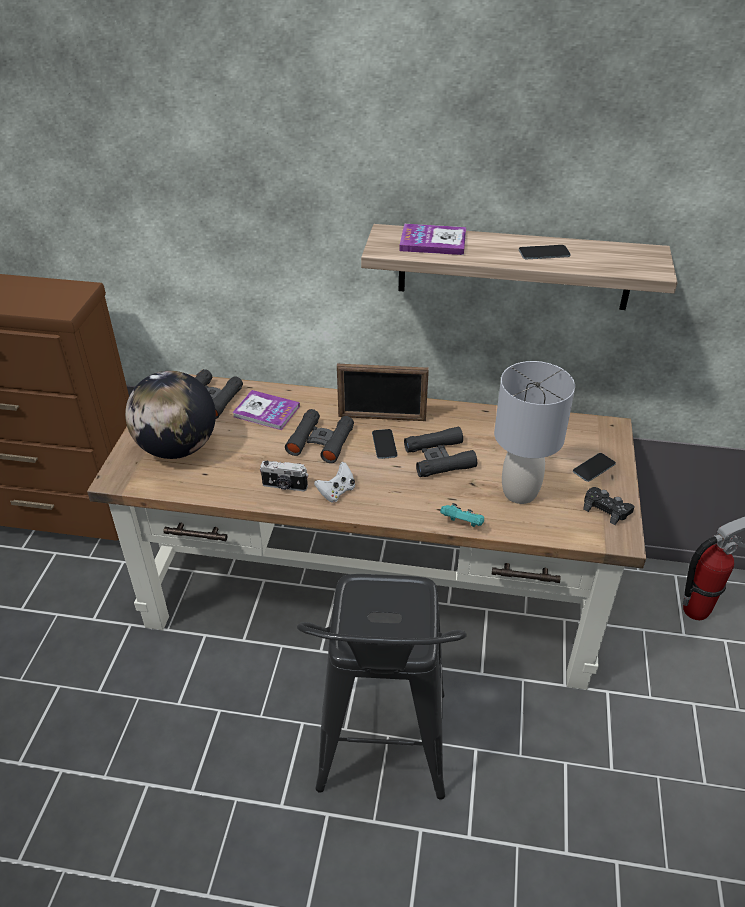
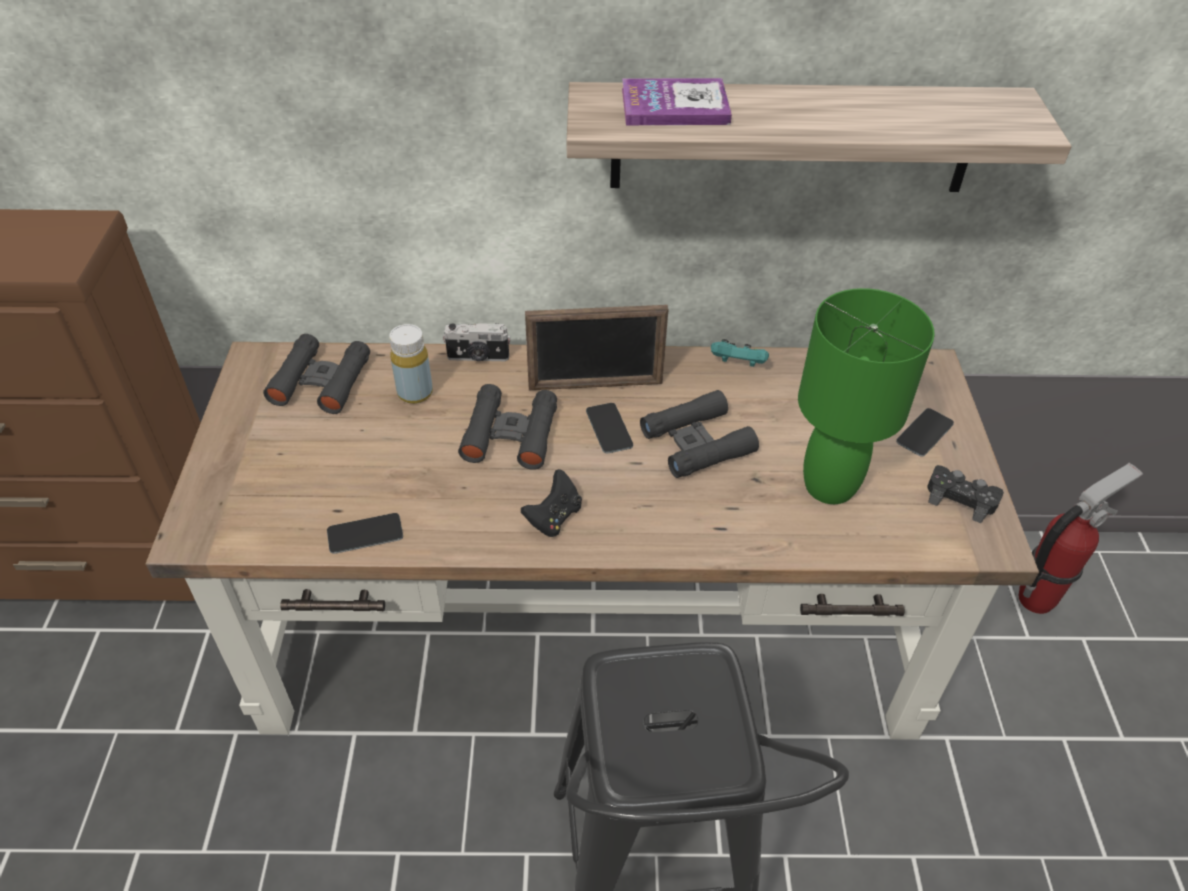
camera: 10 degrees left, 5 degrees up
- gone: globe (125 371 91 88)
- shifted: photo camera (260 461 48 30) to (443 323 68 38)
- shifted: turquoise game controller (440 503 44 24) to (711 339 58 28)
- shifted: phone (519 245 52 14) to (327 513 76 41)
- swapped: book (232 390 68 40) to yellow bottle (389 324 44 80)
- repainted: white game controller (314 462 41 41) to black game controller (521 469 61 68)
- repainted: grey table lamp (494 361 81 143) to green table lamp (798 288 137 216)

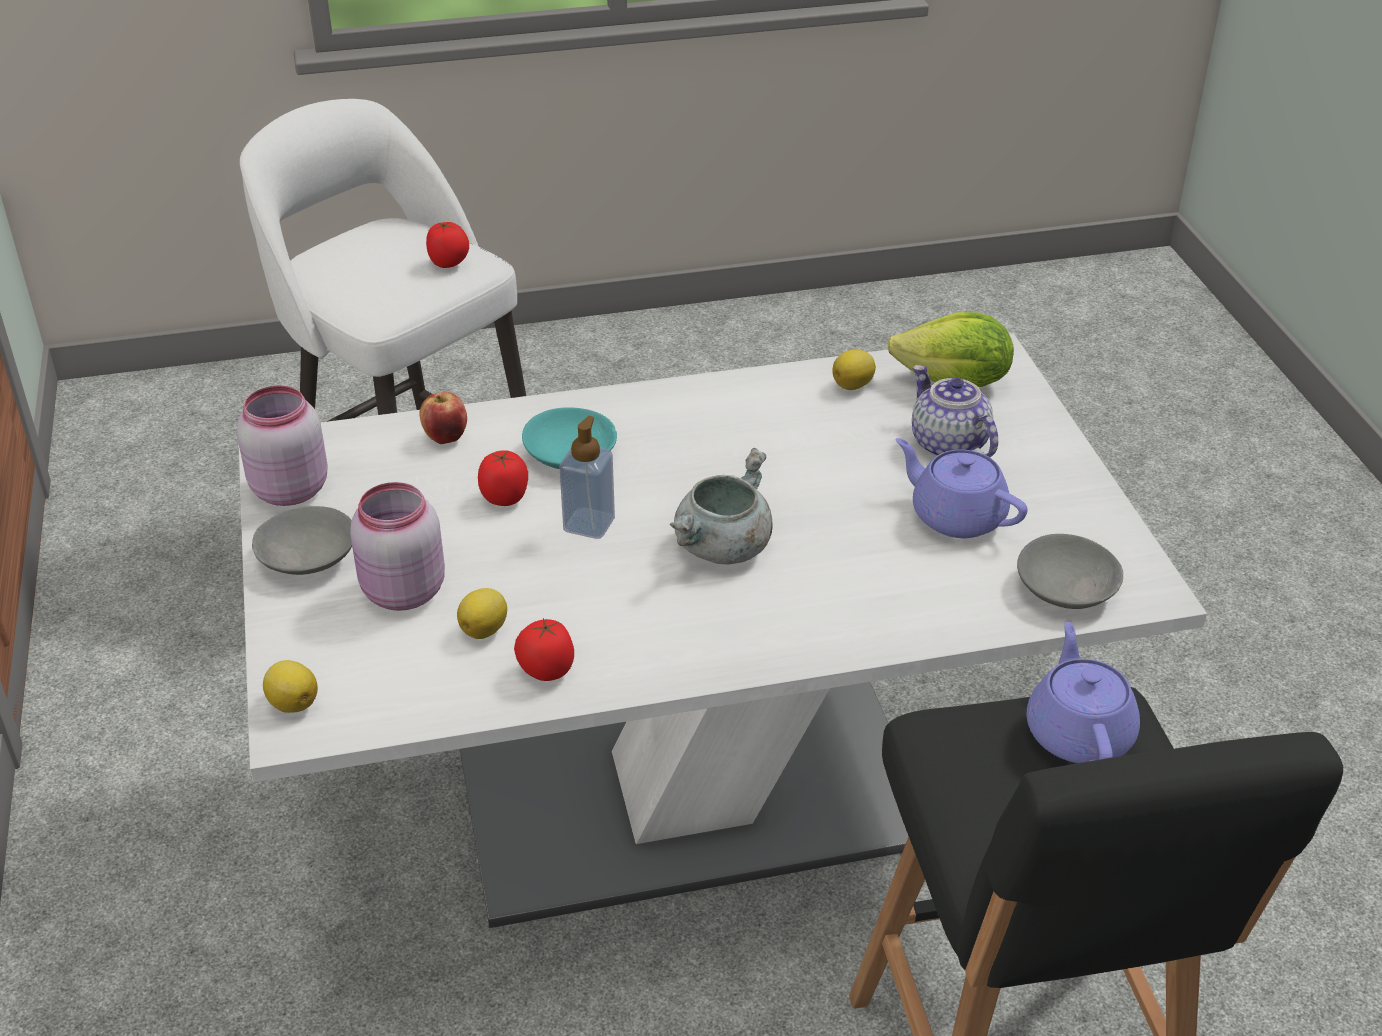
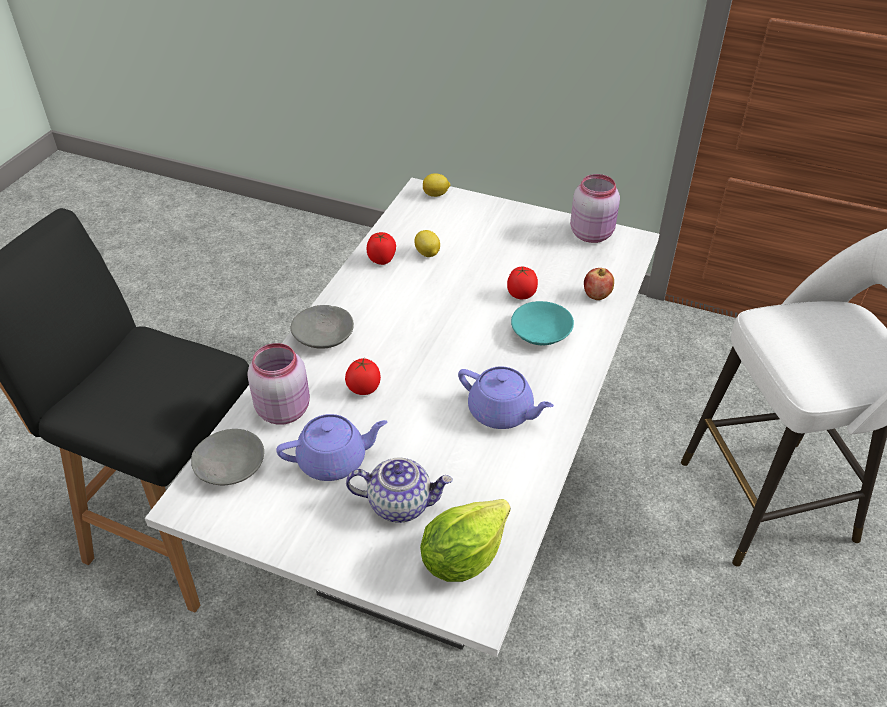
camera: 125 degrees right, 5 degrees up
- gone: soap dispenser (560 416 55 123)
- gone: grey cooking pot (670 448 103 117)
- gone: lemon (832 350 44 40)
- shifted: grey bowl (252 506 100 69) to (291 305 63 43)
- shifted: pink jar (350 482 95 129) to (247 343 63 82)
- shifted: tomato (426 222 43 46) to (345 358 36 37)
- shifted: purple teapot (1027 622 113 141) to (458 366 96 63)

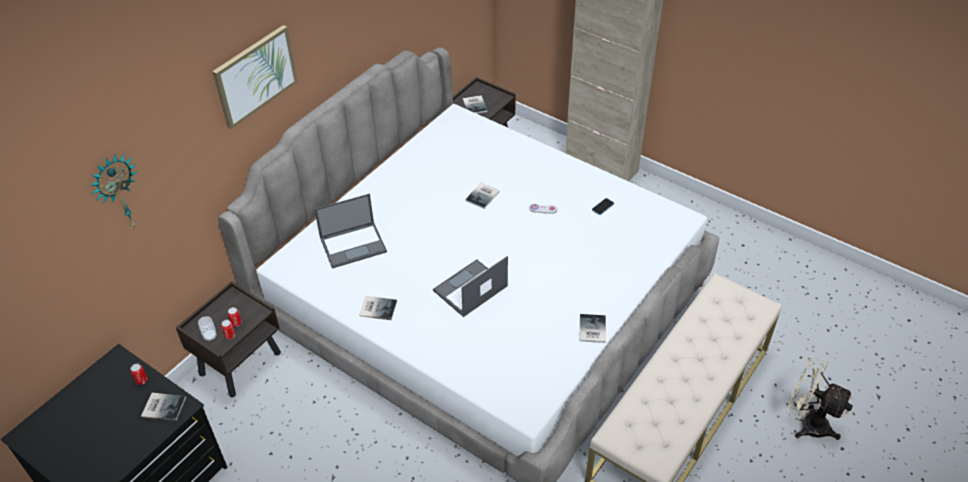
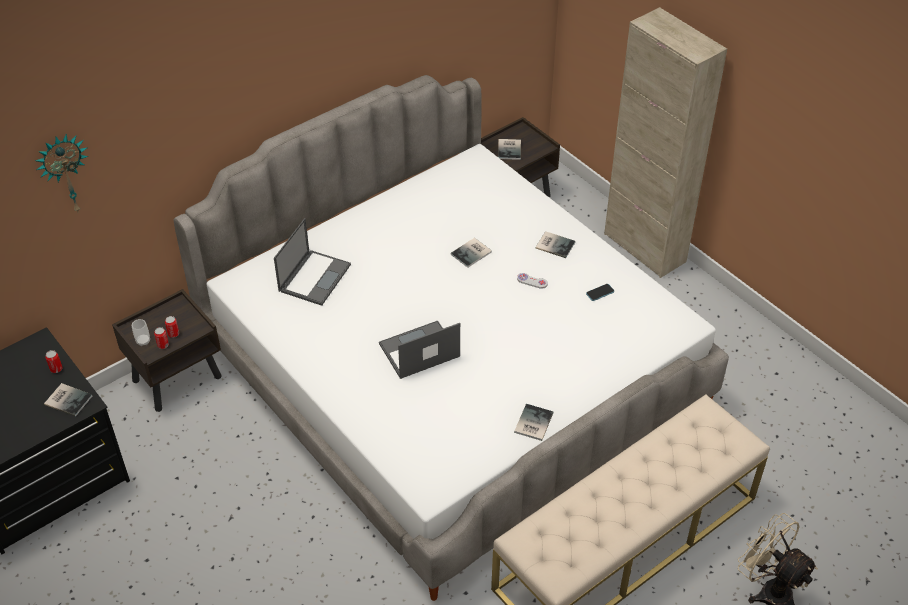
camera: 15 degrees right, 0 degrees up
- gone: picture (212 25 86 104)
- shifted: book (359 296 38 24) to (536 231 39 27)
- rotated: laptop (314 194 73 75) = (274 218 77 88) 60 degrees counterclockwise

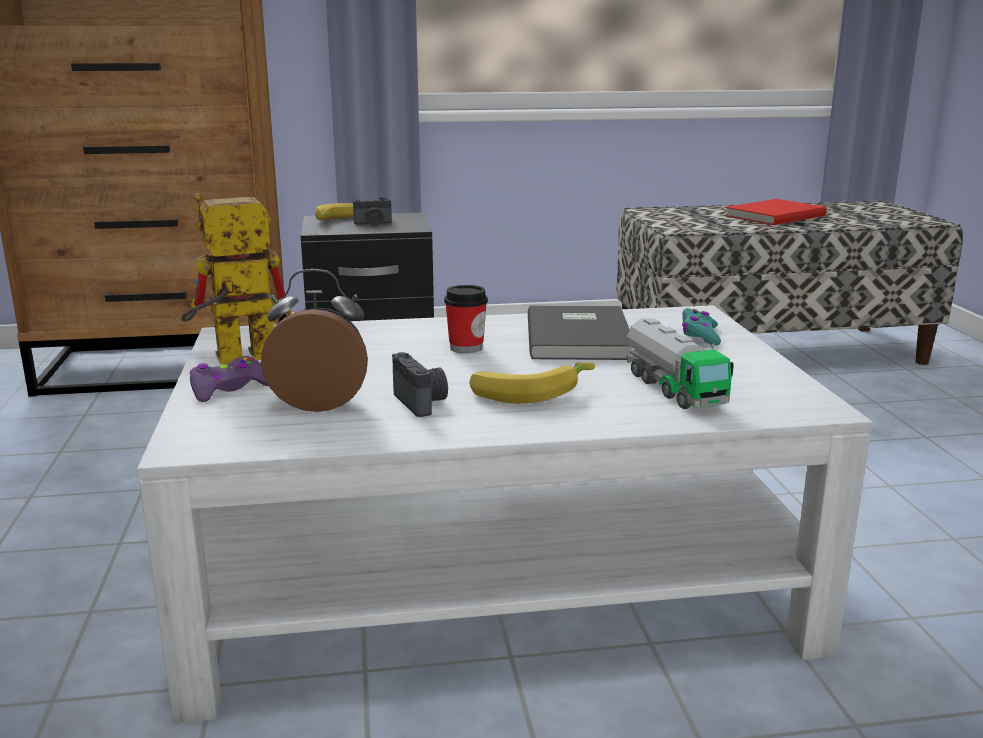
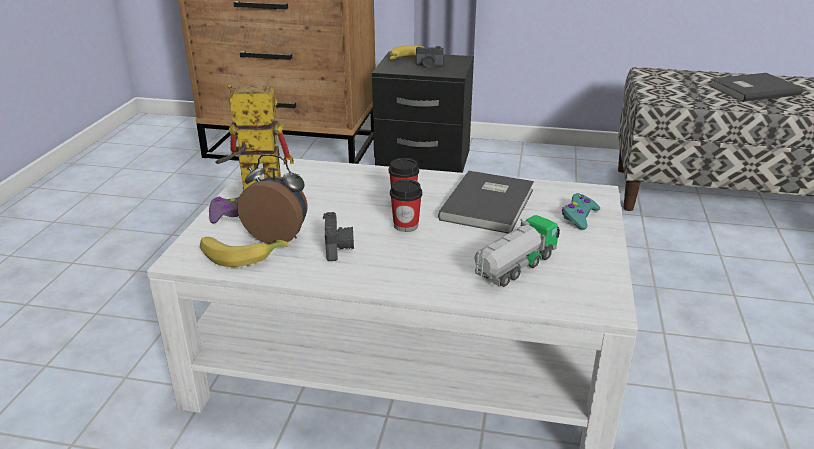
camera: 20 degrees right, 10 degrees up
- new: cup (390 179 32 53)
- shifted: banana (469 362 126 42) to (200 237 89 30)
- repainted: red book (724 199 103 26) to grey book (709 73 94 29)
- rotated: toy truck (627 318 107 91) = (474 215 86 72) 135 degrees counterclockwise

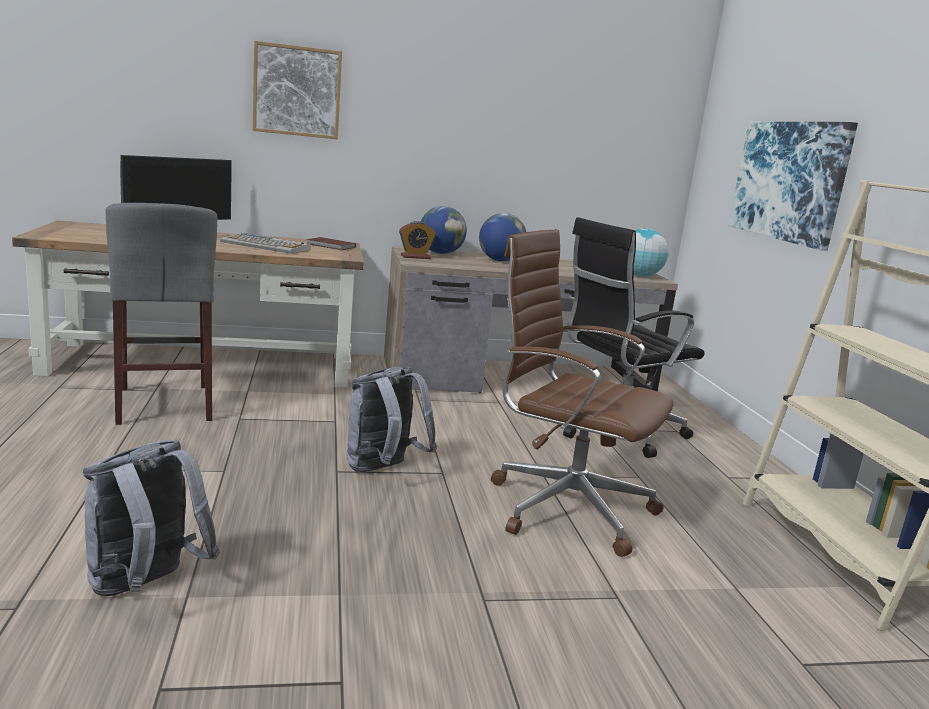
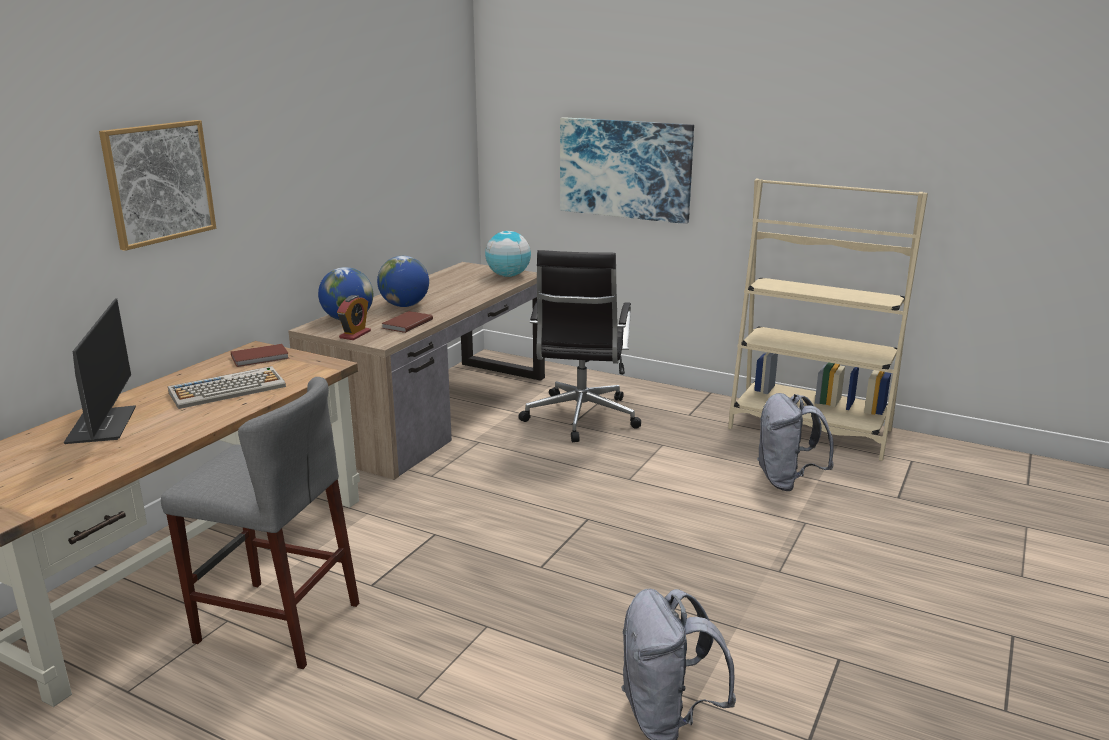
camera: 50 degrees left, 5 degrees up
- gone: brown office chair (491 229 183 328)
- new: brown book (381 311 52 22)
- shifted: grey backpack (346 366 91 106) to (757 393 77 98)

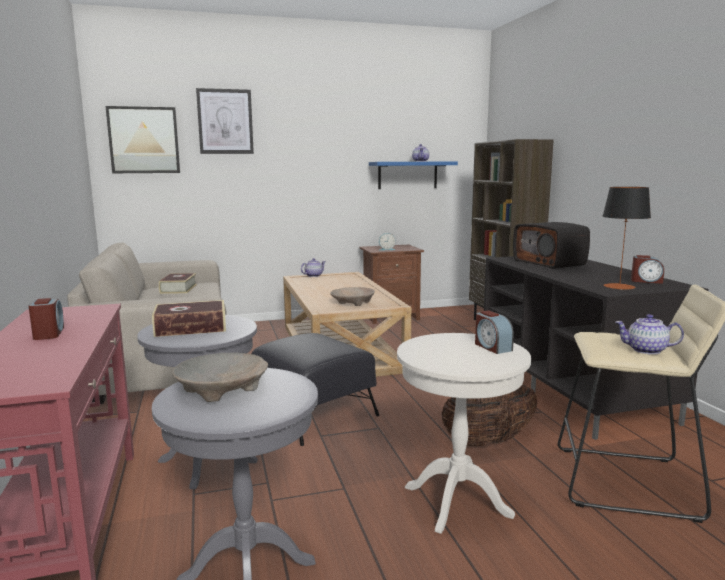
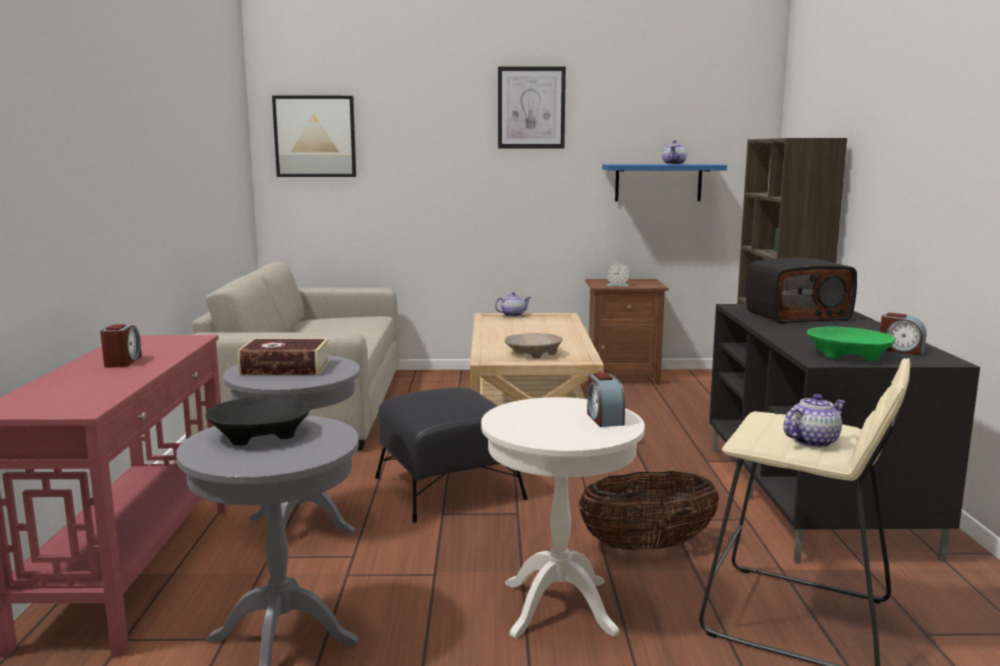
camera: 15 degrees right, 0 degrees up
- gone: book (159 273 38 21)
- shifted: picture (196 88 58 66) to (498 67 68 82)
- swapped: table lamp (603 187 48 103) to green bowl (806 326 89 35)
- repainted: beige bowl (173 353 95 49) to black bowl (205 396 105 49)
- rotated: radio (513 222 77 47) = (746 258 111 66) 90 degrees counterclockwise
- rotated: teapot (615 314 69 41) = (783 394 63 54) 120 degrees clockwise

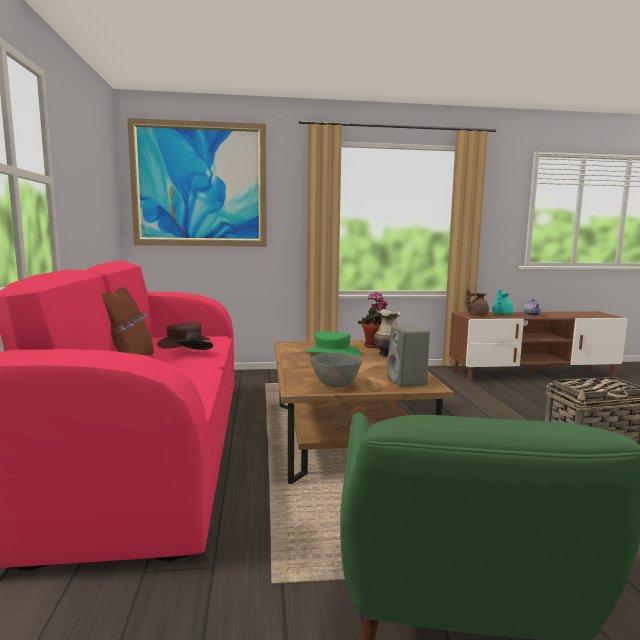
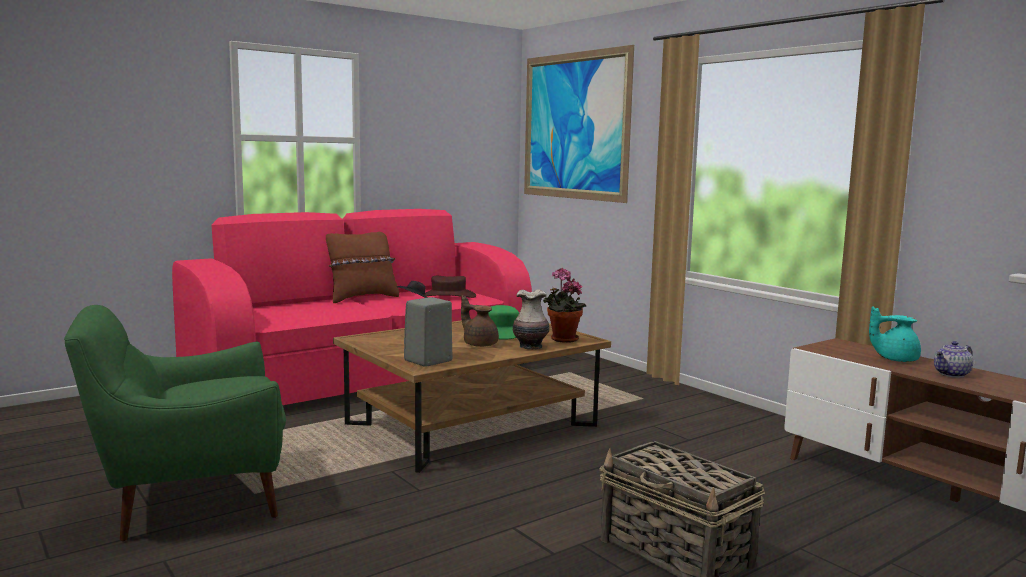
camera: 60 degrees right, 0 degrees up
- gone: grey bowl (310 353 52 35)
- shifted: brown teapot (465 288 24 28) to (461 295 38 52)

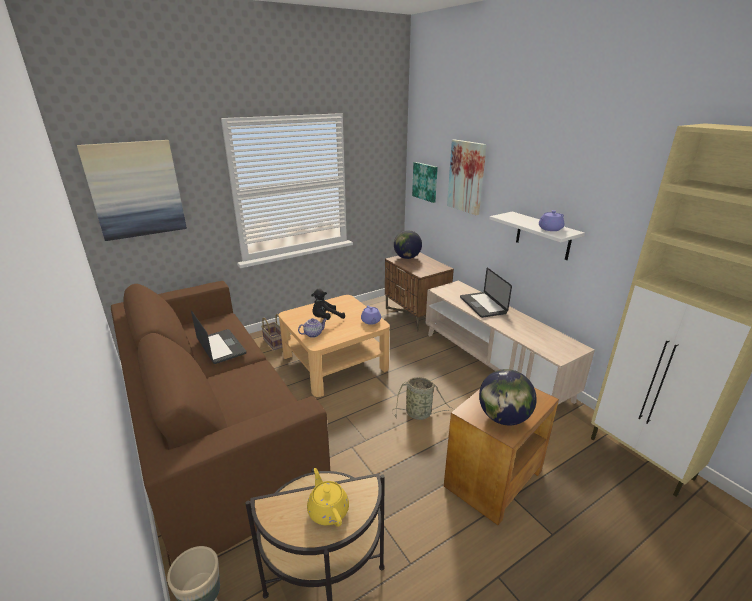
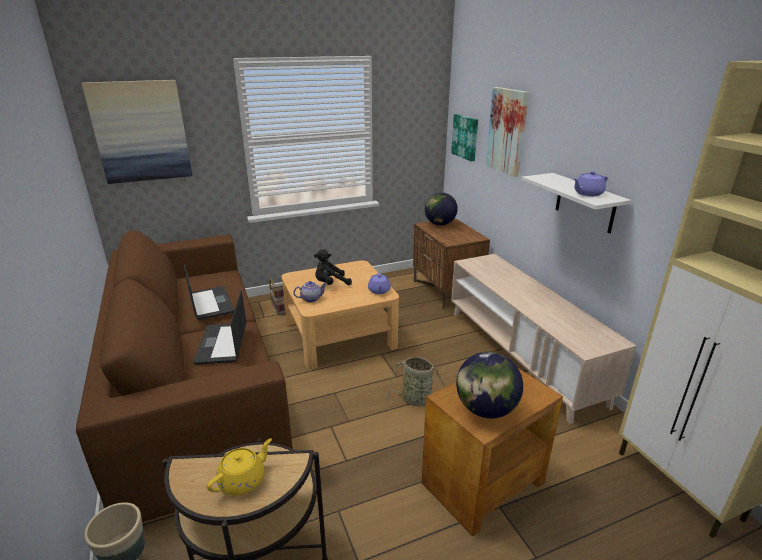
camera: 10 degrees right, 0 degrees up
- shifted: laptop (460 268 52 50) to (193 290 53 75)
- rotated: yellow teapot (307 468 42 59) = (207 439 65 57) 60 degrees clockwise

